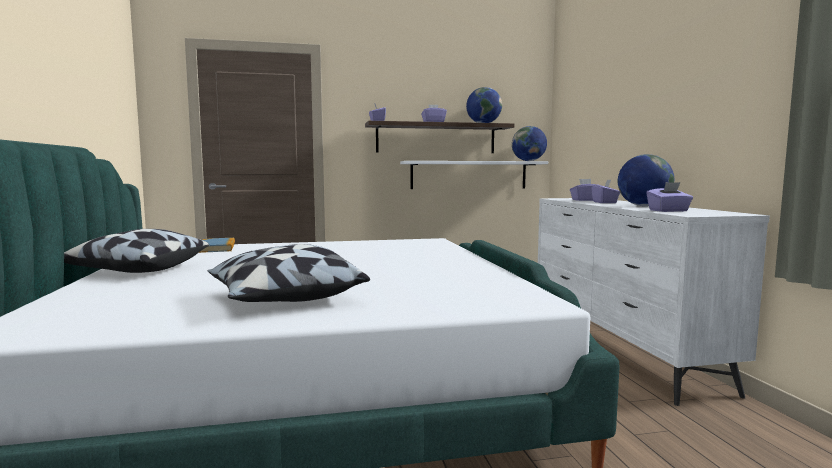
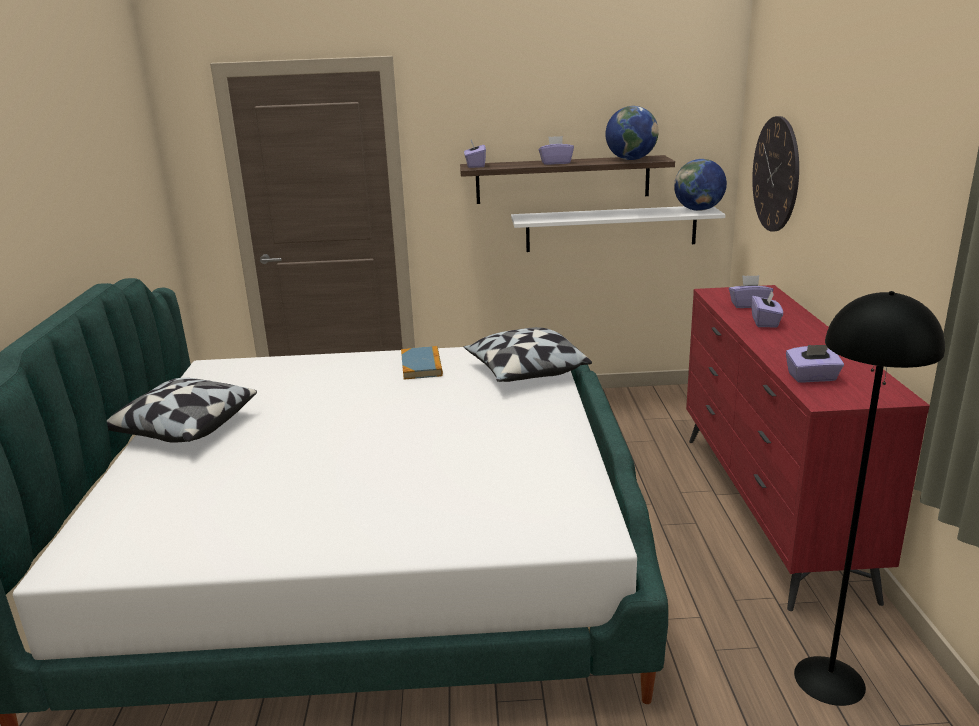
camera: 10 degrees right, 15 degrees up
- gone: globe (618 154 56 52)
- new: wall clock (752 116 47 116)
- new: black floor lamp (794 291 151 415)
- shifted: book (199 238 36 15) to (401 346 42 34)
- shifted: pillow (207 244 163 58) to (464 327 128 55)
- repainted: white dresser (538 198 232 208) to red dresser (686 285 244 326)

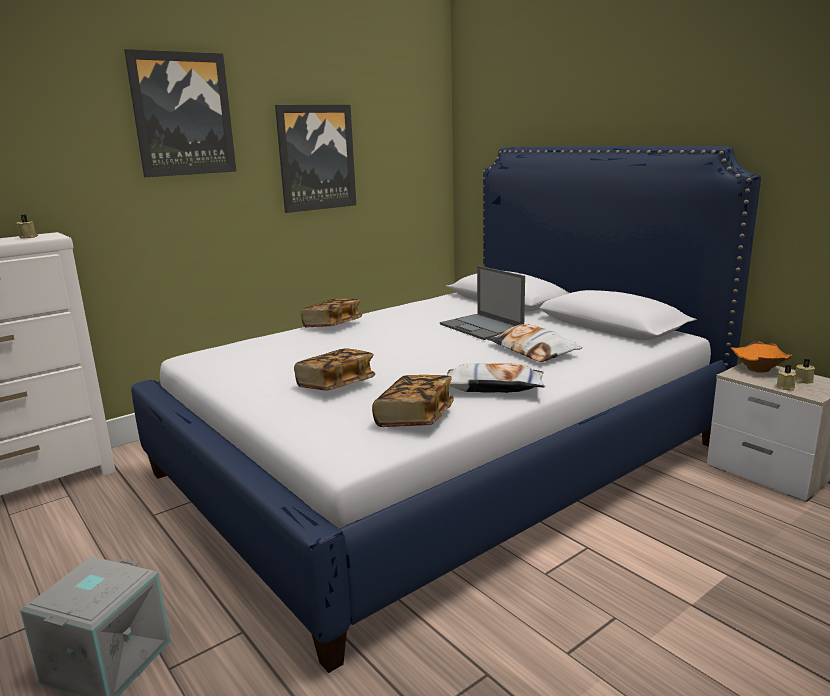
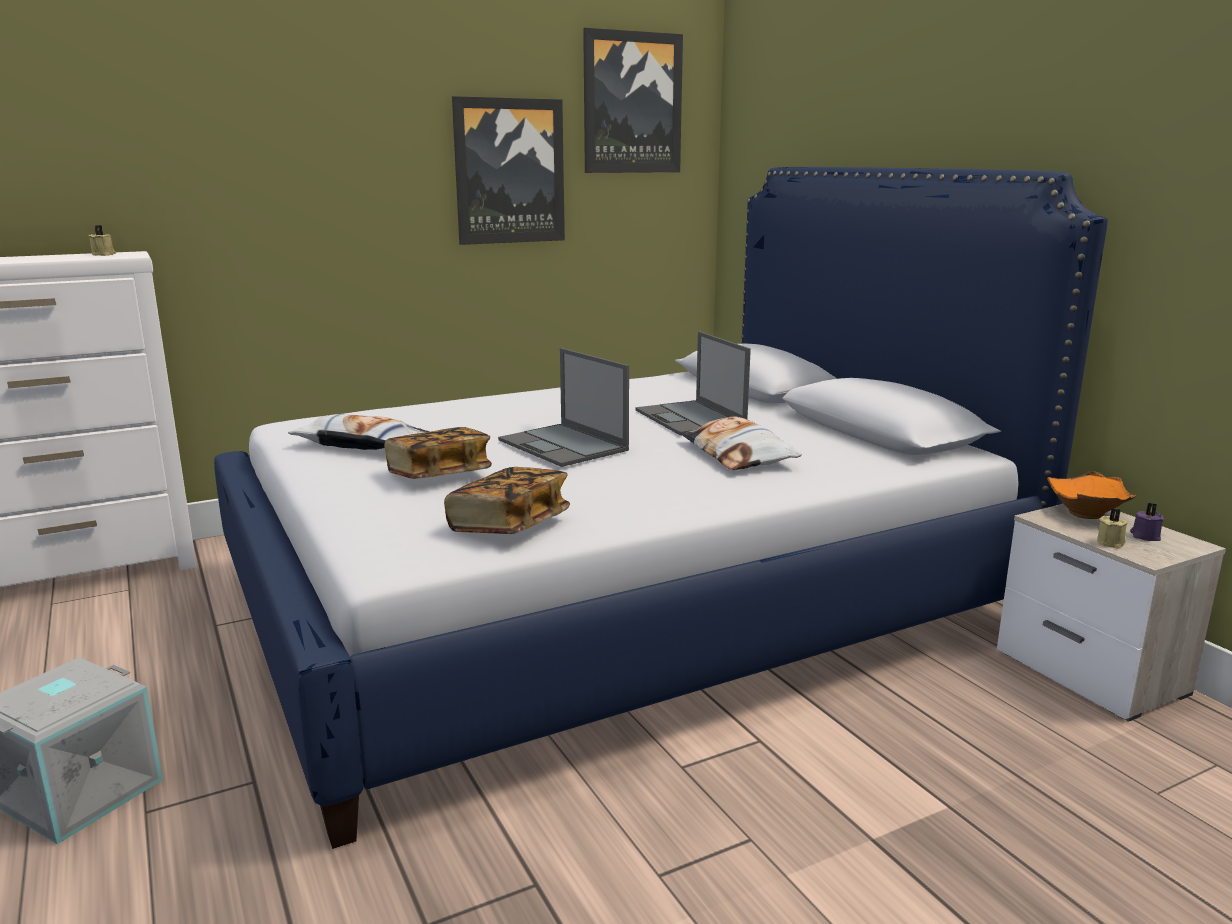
camera: 10 degrees right, 0 degrees up
- gone: book (301 298 61 30)
- new: laptop (498 348 131 119)
- shifted: picture (124 49 112 128) to (583 28 100 145)
- shifted: pillow (447 363 99 30) to (288 414 142 36)
- repainted: beige candle (795 359 20 25) to purple candle (1130 503 34 38)

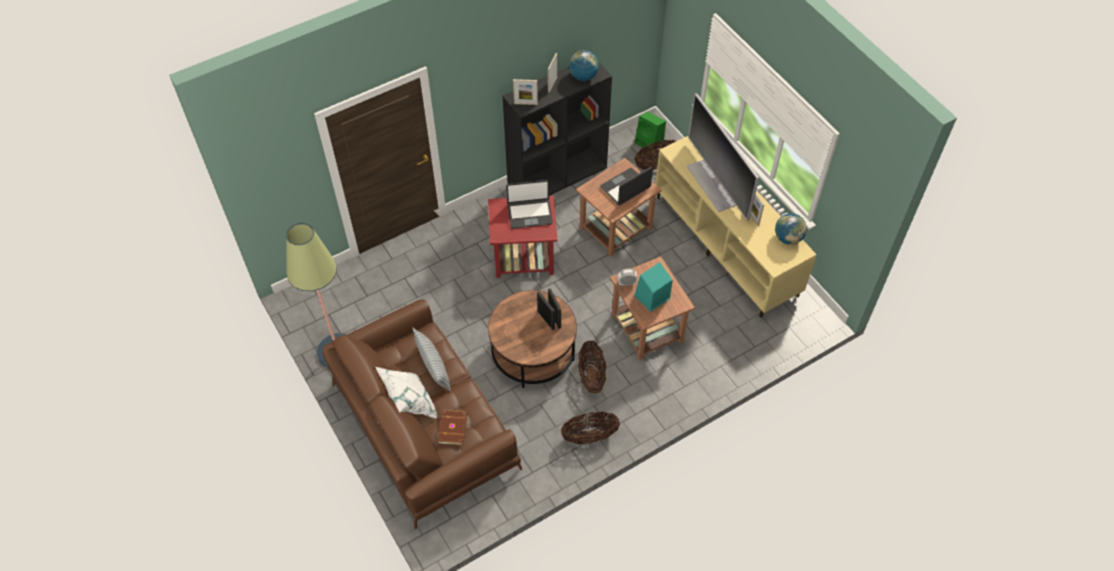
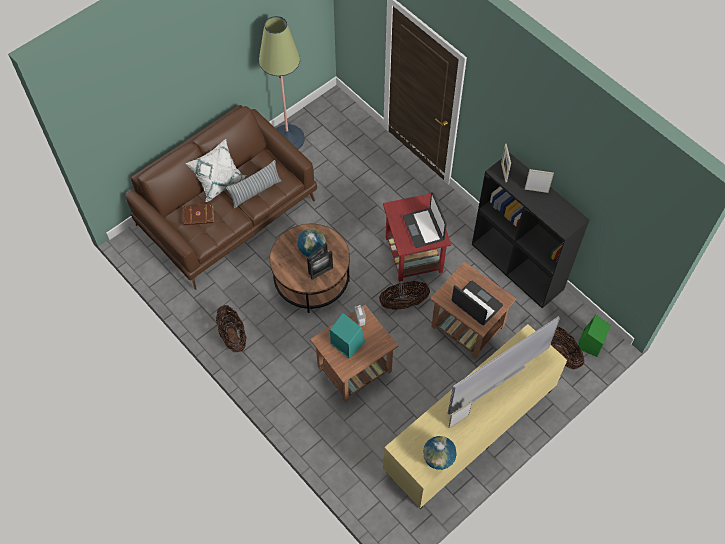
camera: 80 degrees right, 5 degrees up
- shifted: globe (569 50 30 31) to (297 228 29 29)
- shifted: basket (578 341 28 52) to (379 281 51 29)

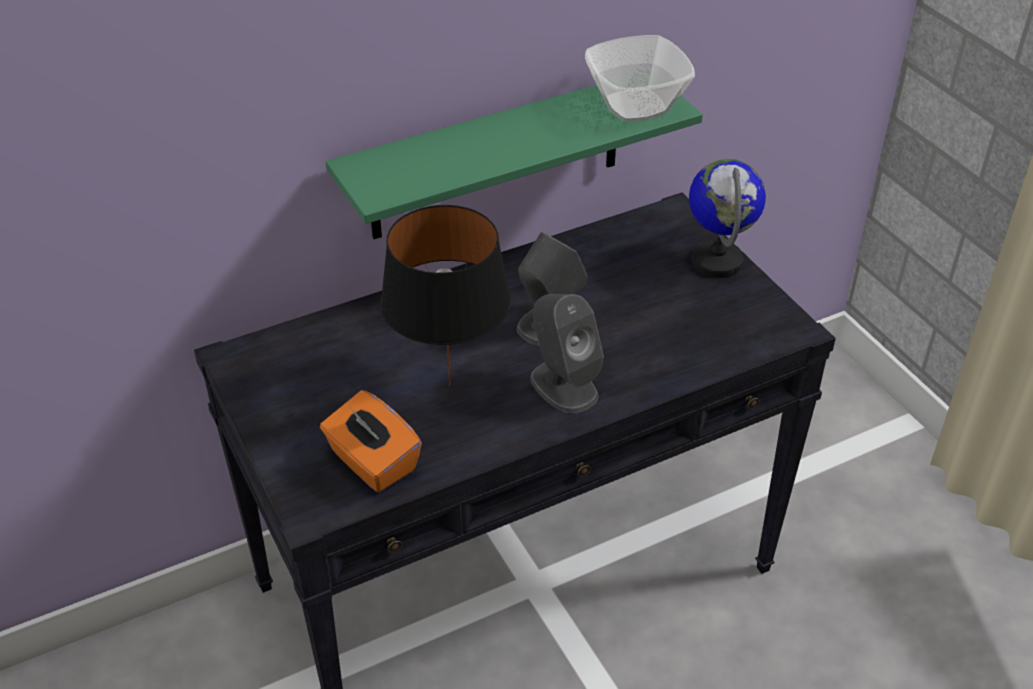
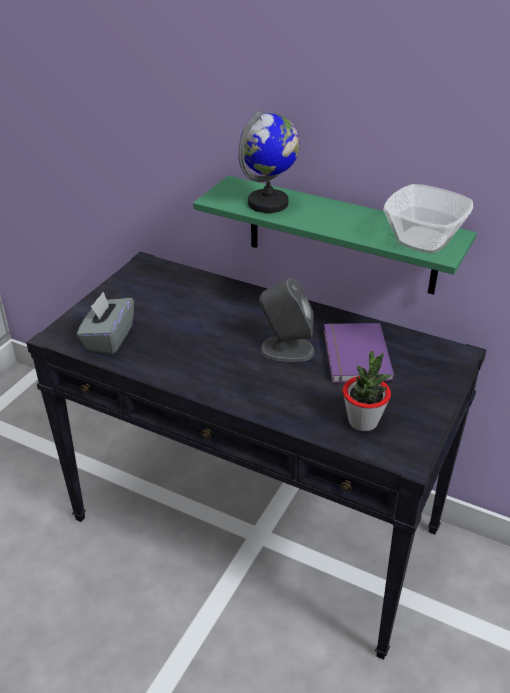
camera: 55 degrees right, 5 degrees down
- gone: black table lamp (380 205 131 181)
- gone: grey speaker (530 294 74 119)
- new: purple book (324 323 70 60)
- new: potted plant (342 351 49 80)
- shifted: globe (689 159 77 119) to (238 110 62 103)
- repainted: orange tissue box (320 390 102 102) to grey tissue box (77 292 57 63)

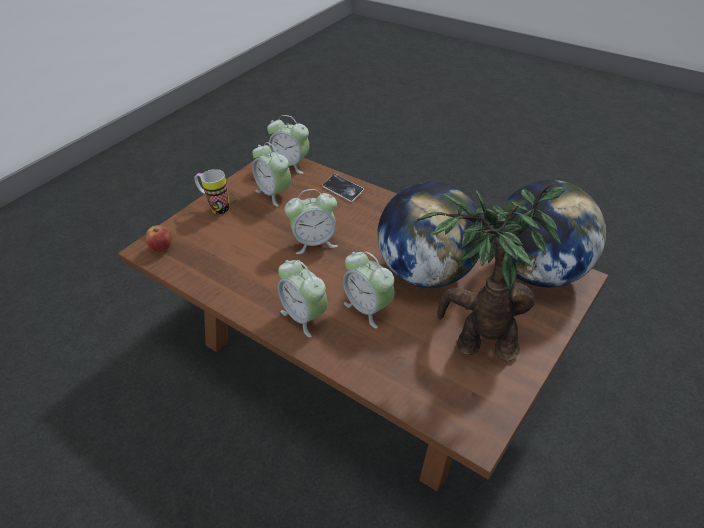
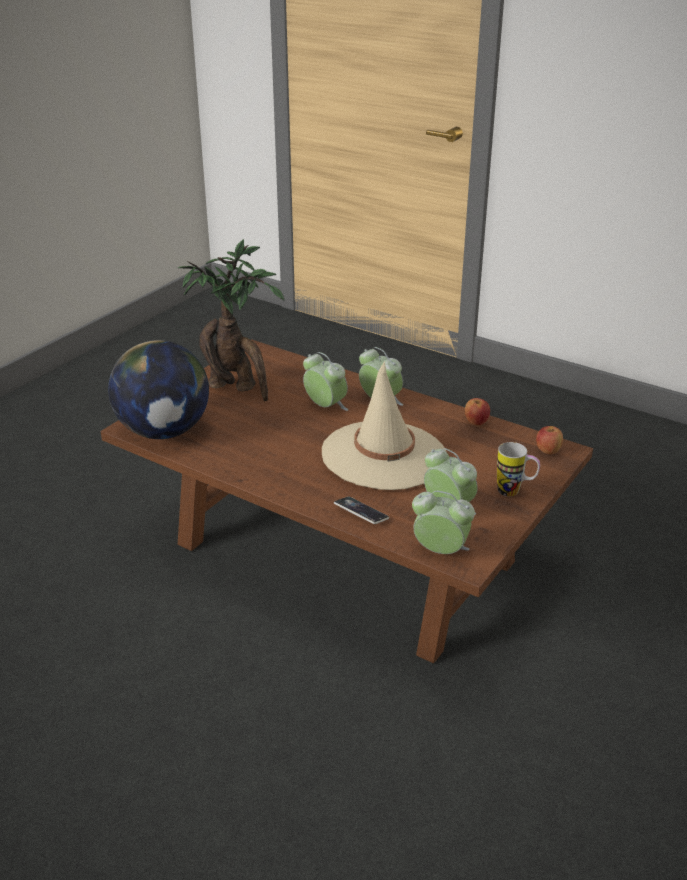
camera: 175 degrees right, 10 degrees down
- gone: globe (377 181 107 107)
- new: apple (465 398 25 27)
- swapped: alarm clock (285 189 53 65) to beige hat (322 361 125 129)

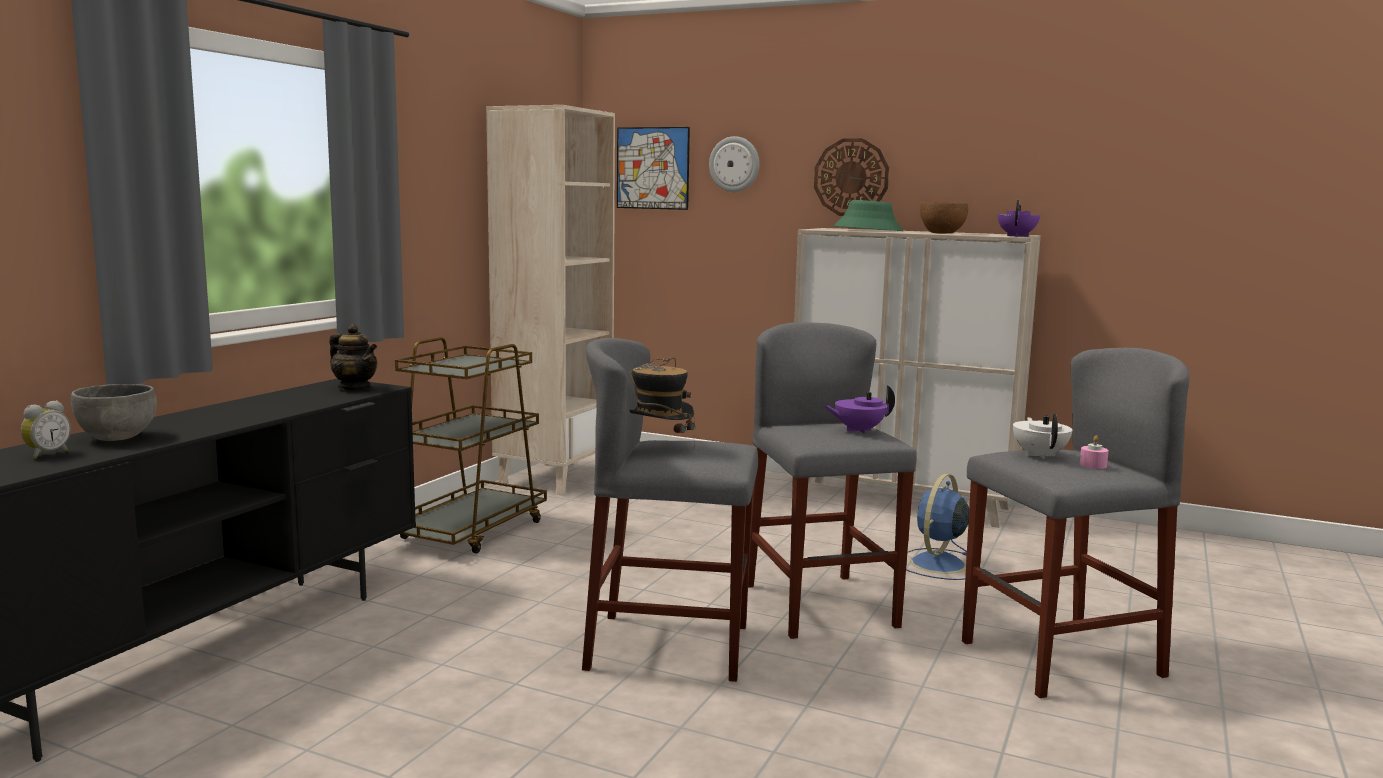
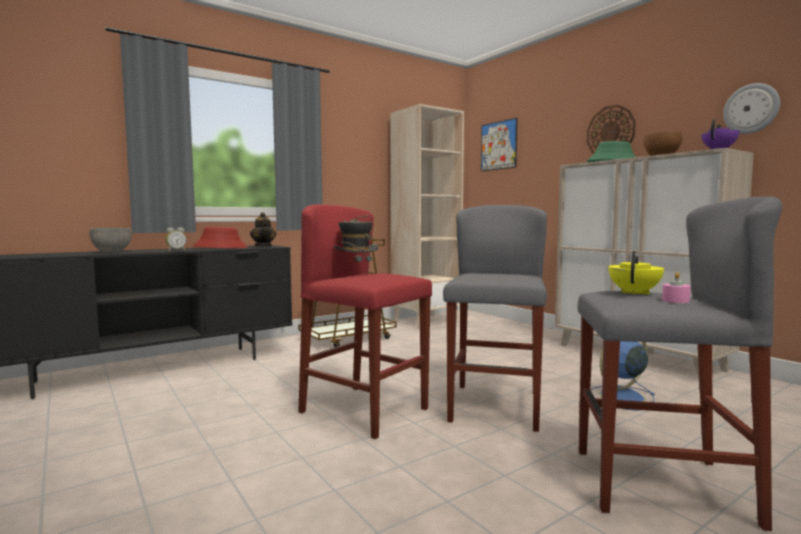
camera: 30 degrees right, 5 degrees down
- gone: purple teapot (823 385 72 49)
- new: red hat (193 227 55 21)
- shifted: alarm clock (21 400 50 59) to (165 227 22 24)
- shifted: wall clock (709 136 50 56) to (723 83 57 51)
- repainted: grey stool (582 338 176 344) to red stool (298 204 134 235)
- repainted: white teapot (1013 414 59 45) to yellow teapot (608 251 56 44)

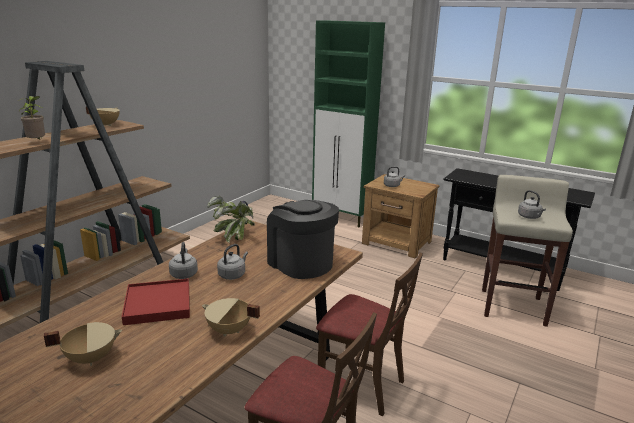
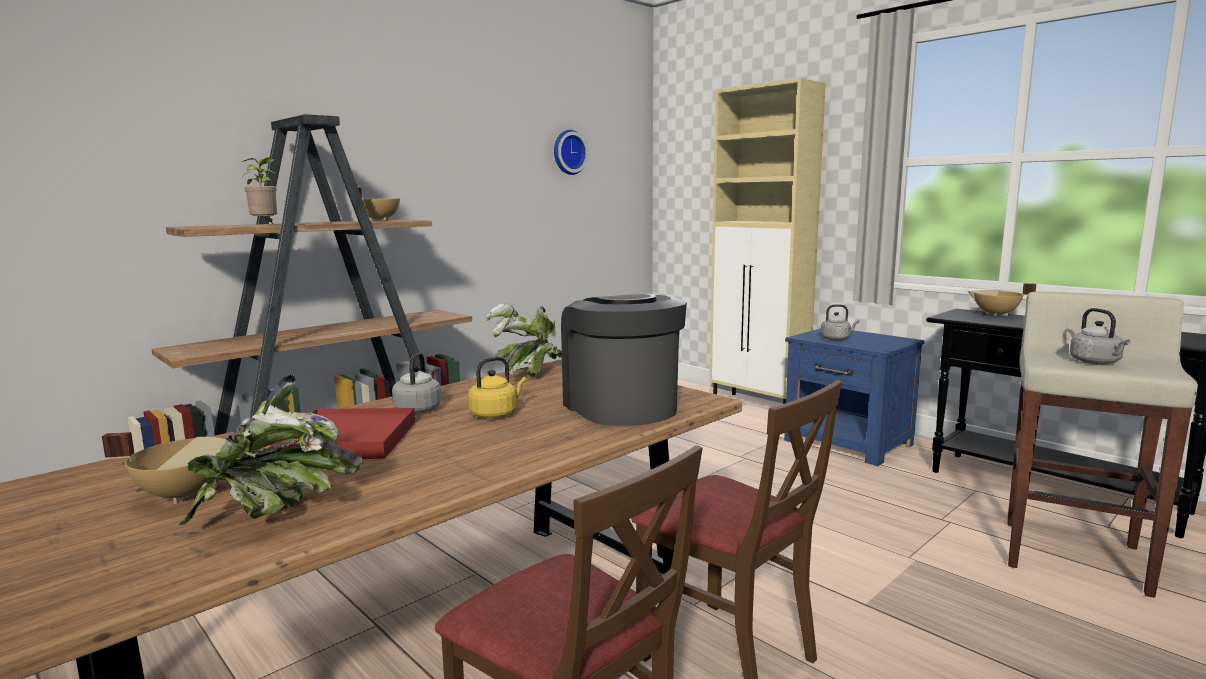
camera: 15 degrees right, 10 degrees down
- new: potted plant (179 375 184 150)
- new: wall clock (554 130 34 45)
- shifted: beige cooking pot (202 298 58 39) to (968 283 68 33)
- repainted: grey kettle (217 244 31 36) to yellow kettle (468 357 58 61)
- repainted: green cabinet (312 21 73 206) to beige cabinet (709 78 117 326)
- repainted: brown nightstand (362 174 78 84) to blue nightstand (784 328 141 138)

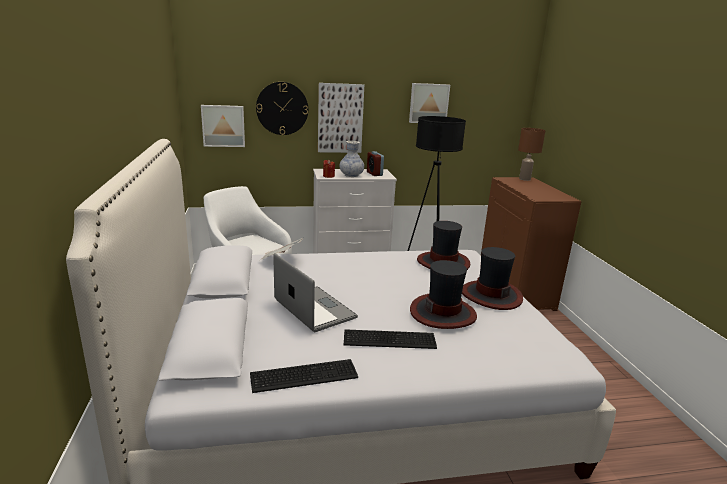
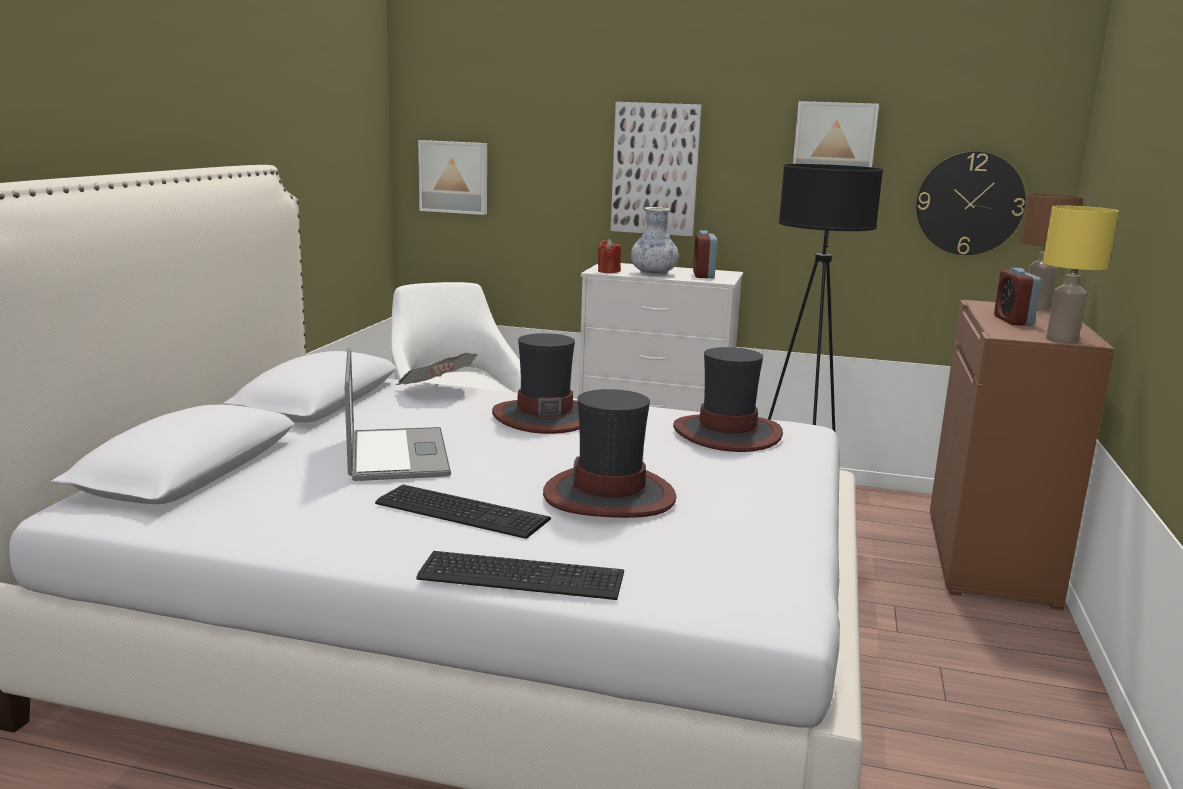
camera: 25 degrees right, 5 degrees down
- new: alarm clock (994 268 47 58)
- new: yellow table lamp (1043 205 76 138)
- shifted: keyboard (250 359 108 34) to (416 551 208 49)
- shifted: wall clock (256 82 52 53) to (916 151 109 104)
- shifted: hat (462 247 61 63) to (492 333 87 101)

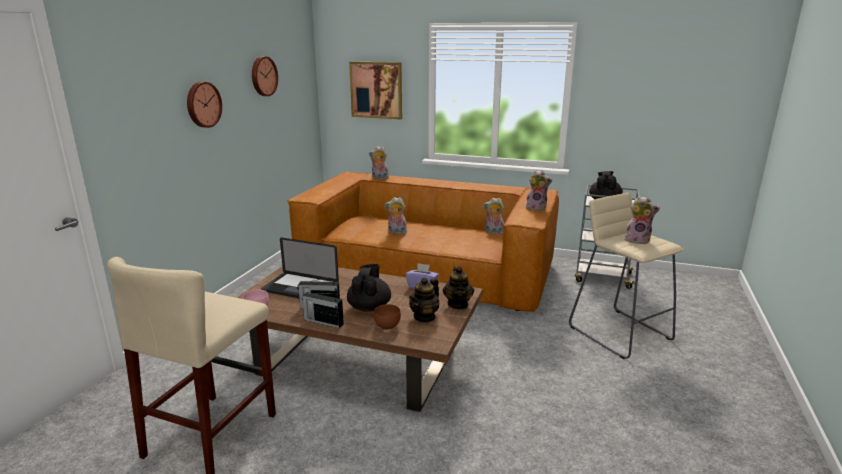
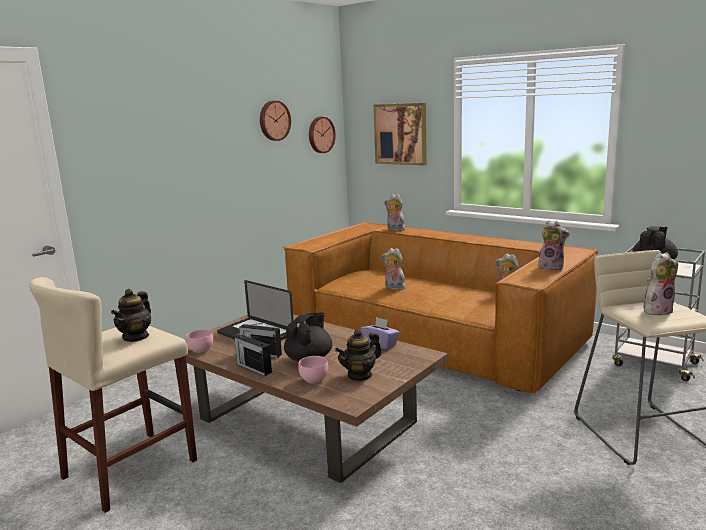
camera: 20 degrees right, 5 degrees down
- shifted: wall clock (187 82 35 46) to (309 117 27 36)
- shifted: teapot (443 266 31 43) to (111 289 40 53)
- repainted: brown bowl (374 304 27 26) to pink bowl (298 356 30 28)
- rotated: plush toy (625 196 35 48) = (643 252 35 63) 60 degrees counterclockwise

